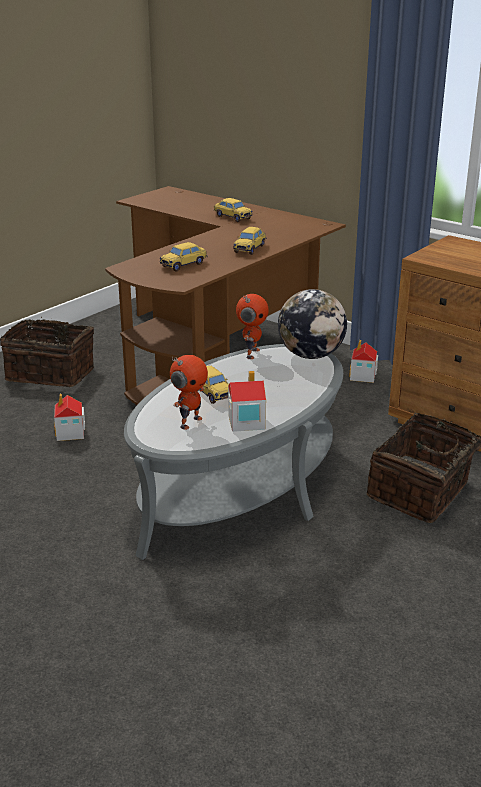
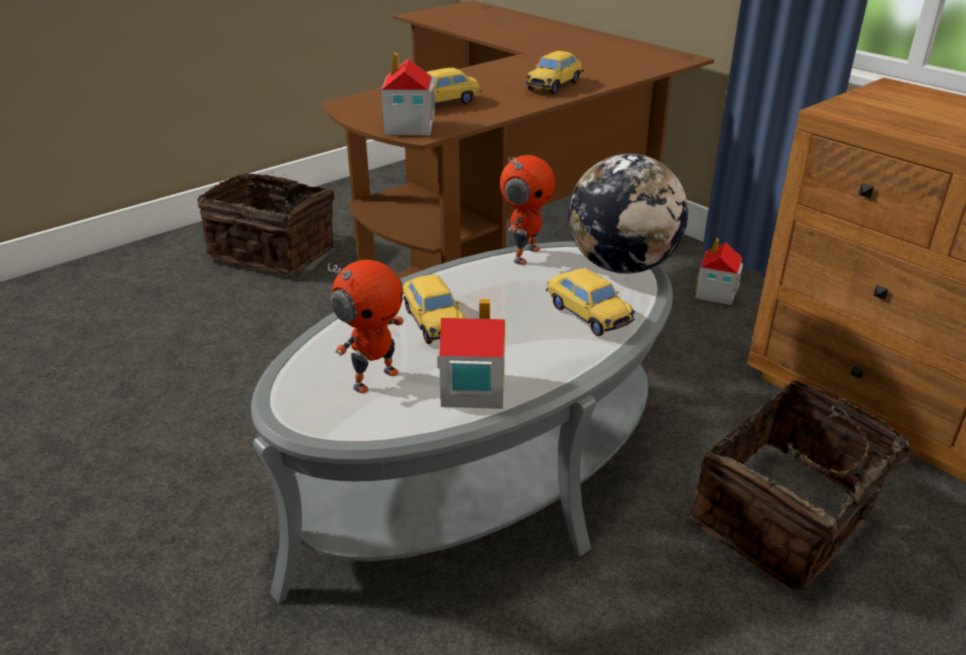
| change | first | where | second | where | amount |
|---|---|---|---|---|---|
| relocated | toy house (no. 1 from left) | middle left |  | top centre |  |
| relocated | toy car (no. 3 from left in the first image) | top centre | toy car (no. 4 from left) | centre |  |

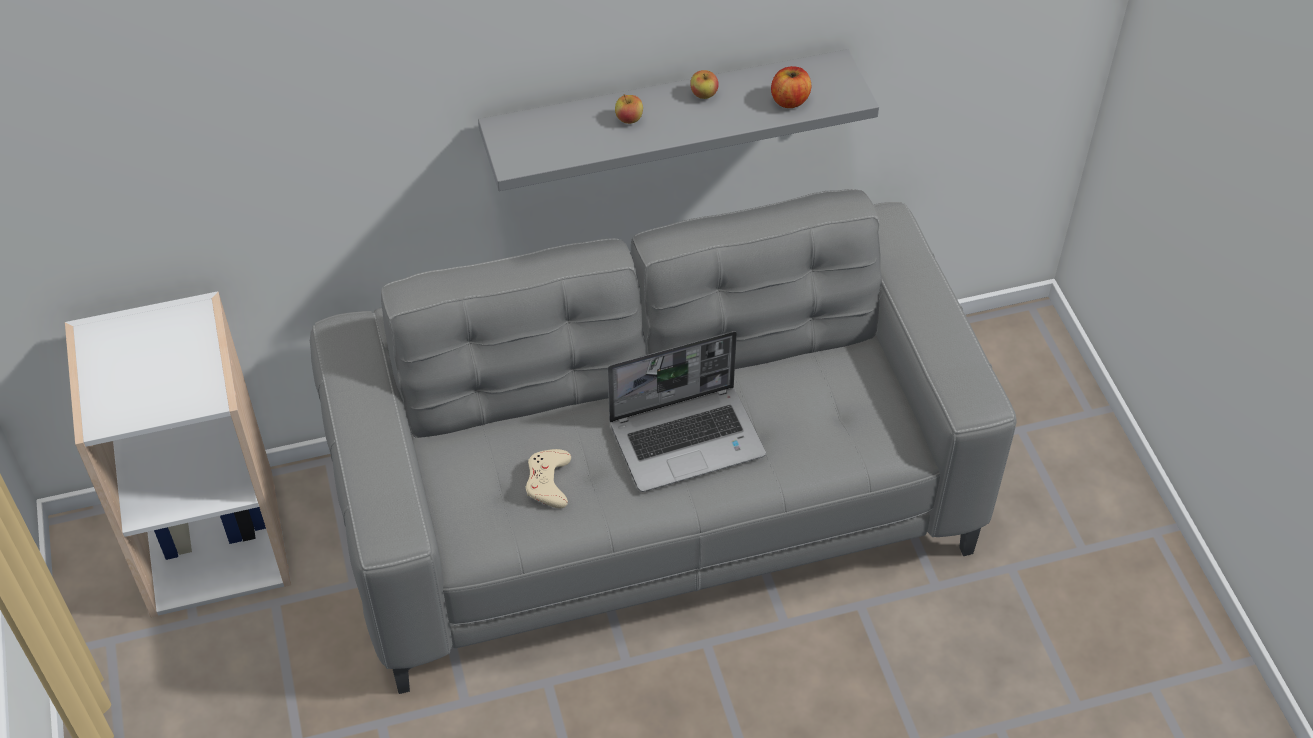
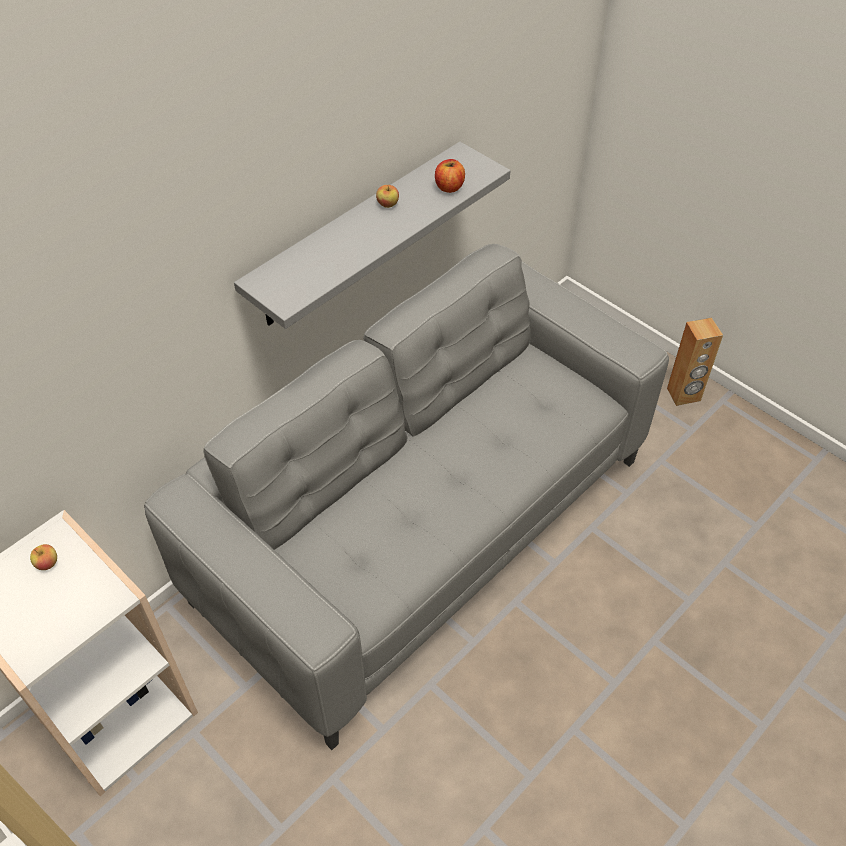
| change | first | where | second | where | amount |
|---|---|---|---|---|---|
| missing | beige game controller | centre |  |  |  |
| missing | laptop | centre |  |  |  |
| relocated | apple (no. 1 from left) | top centre |  | middle left |  |
| appeared |  |  | brown speaker | middle right |  |

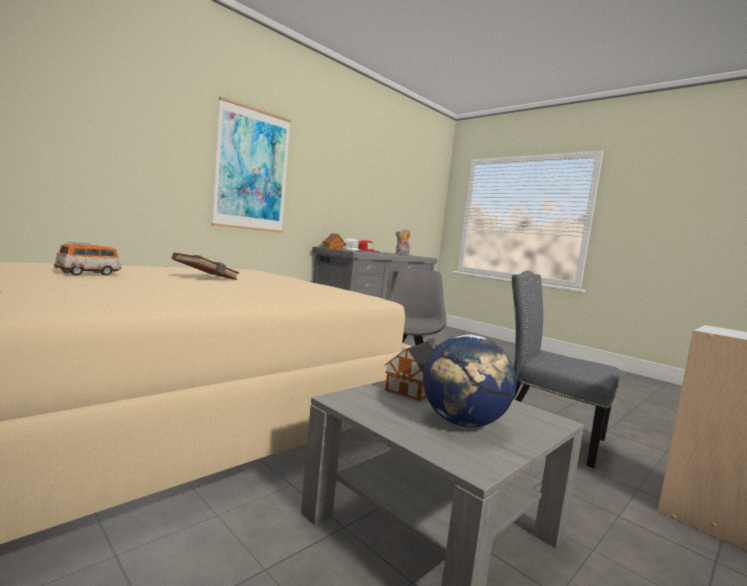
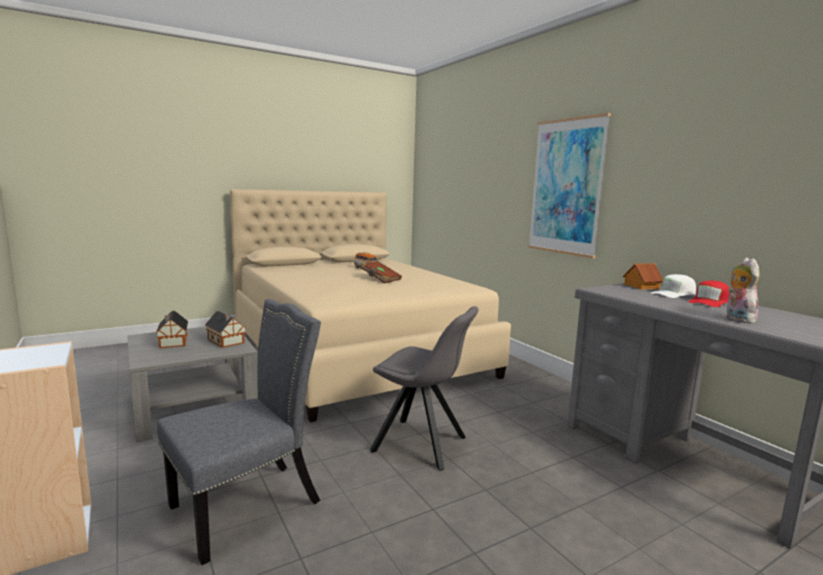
| change | first | where | second | where | amount |
|---|---|---|---|---|---|
| exchanged | globe | centre | toy house (no. 1 from left) | middle left |  |

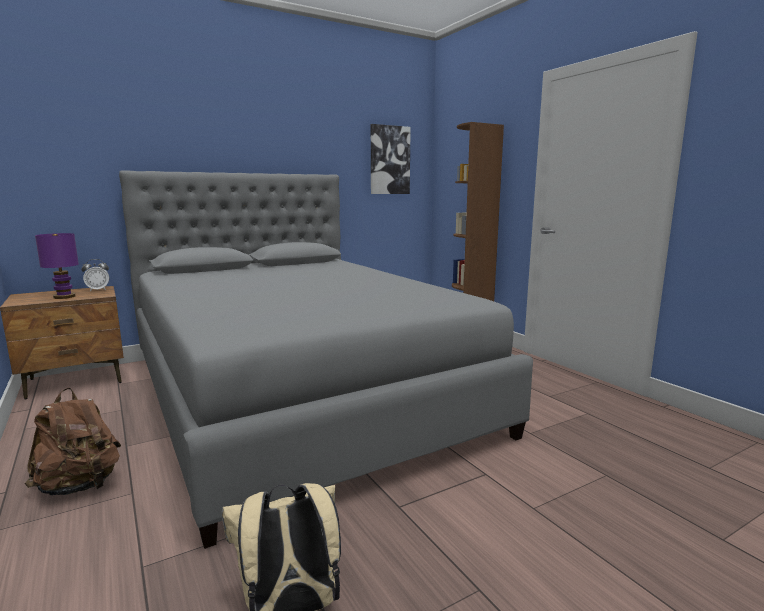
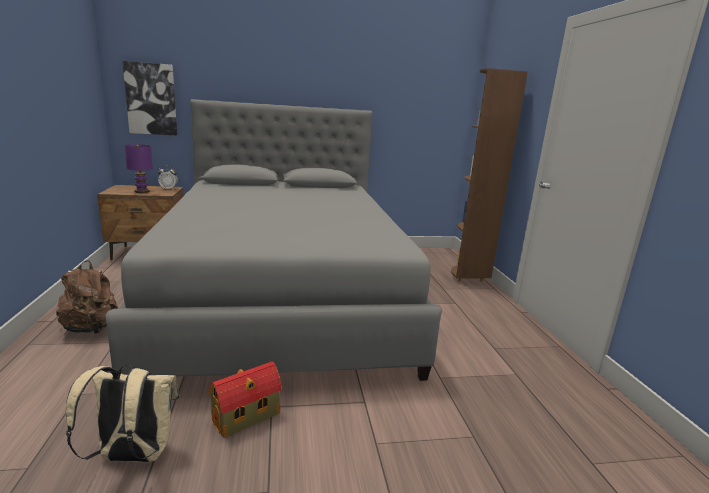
| change | first | where | second | where | amount |
|---|---|---|---|---|---|
| relocated | picture | top centre |  | top left |  |
| appeared |  |  | toy house | bottom centre |  |

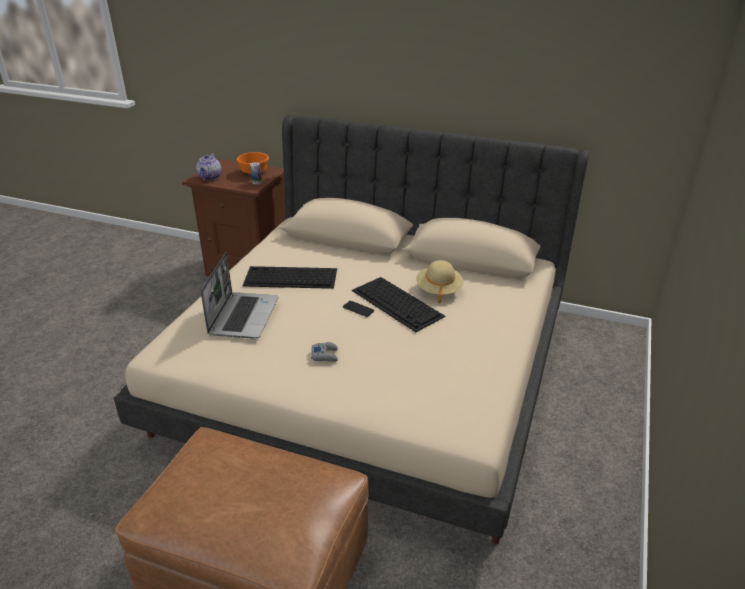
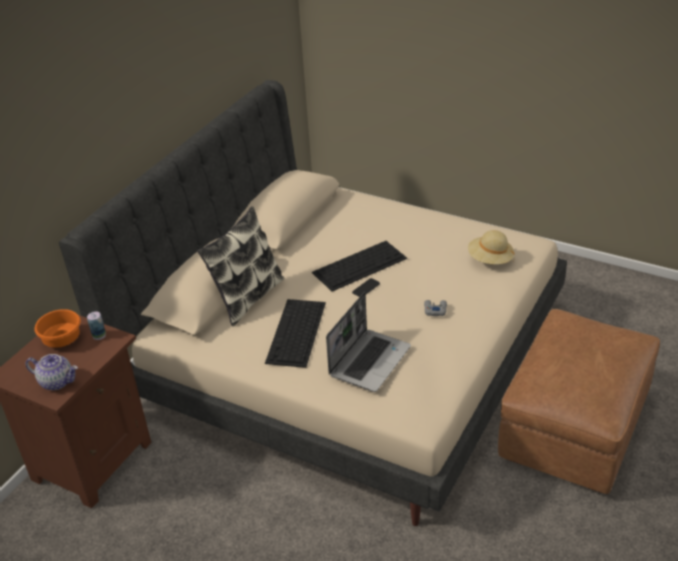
| change | first | where | second | where | amount |
|---|---|---|---|---|---|
| spun | laptop | middle left |  | centre | 105 degrees clockwise |
| relocated | beige hat | centre |  | middle right |  |
| appeared |  |  | pillow | centre |  |

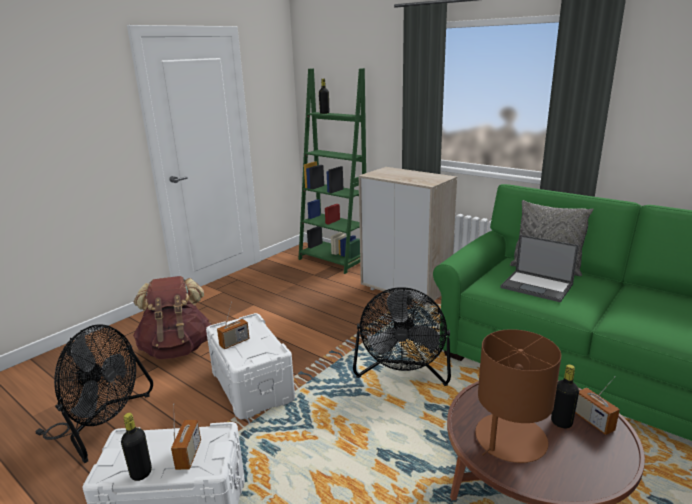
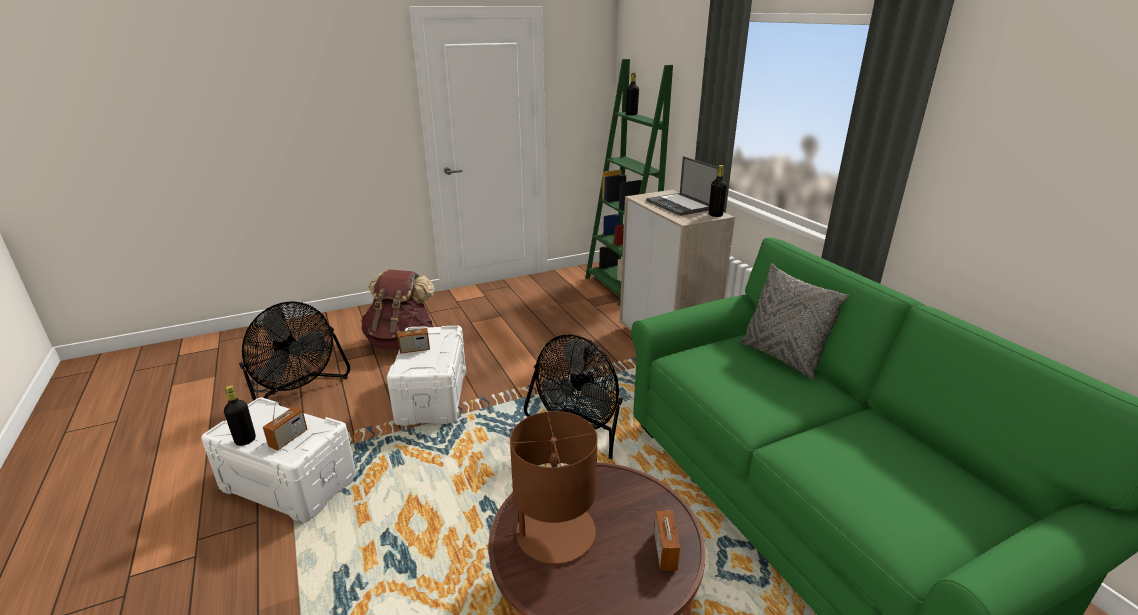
| change | first | where | second | where | amount |
|---|---|---|---|---|---|
| relocated | laptop | middle right |  | top centre |  |
| relocated | black bottle (no. 3 from left) | bottom right |  | top centre |  |

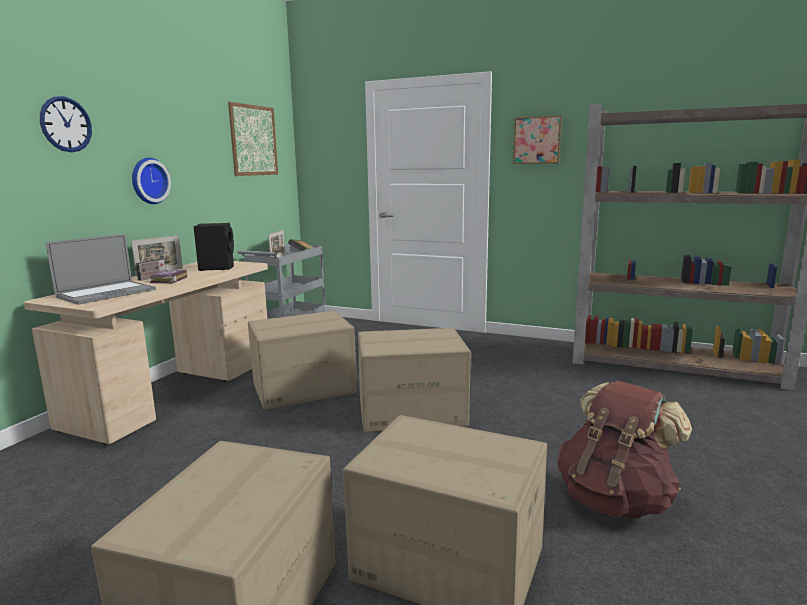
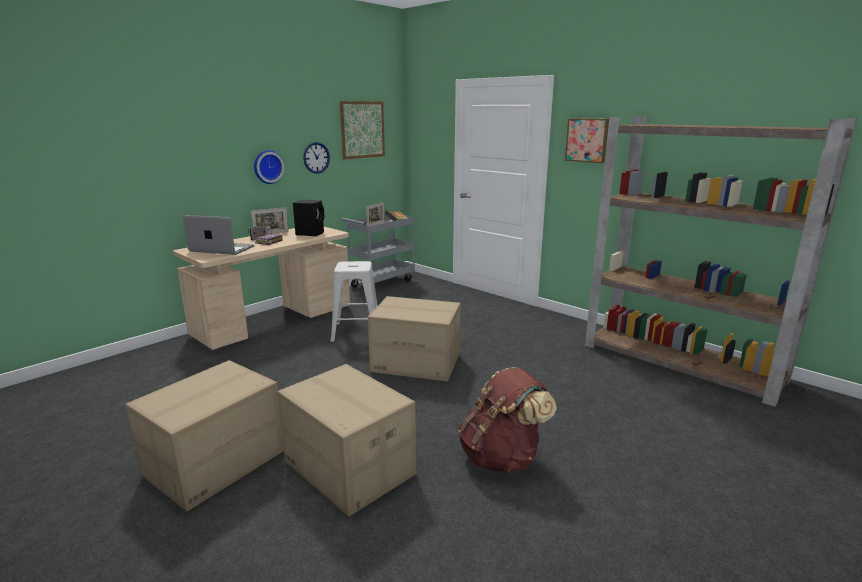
| change | first | where | second | where | amount |
|---|---|---|---|---|---|
| relocated | wall clock (no. 1 from left in the first image) | top left | wall clock (no. 2 from left) | top centre |  |
| spun | laptop | middle left |  | middle left | 135 degrees counterclockwise |
| exchanged | cardboard box (no. 2 from left) | centre | white stool | centre |  |

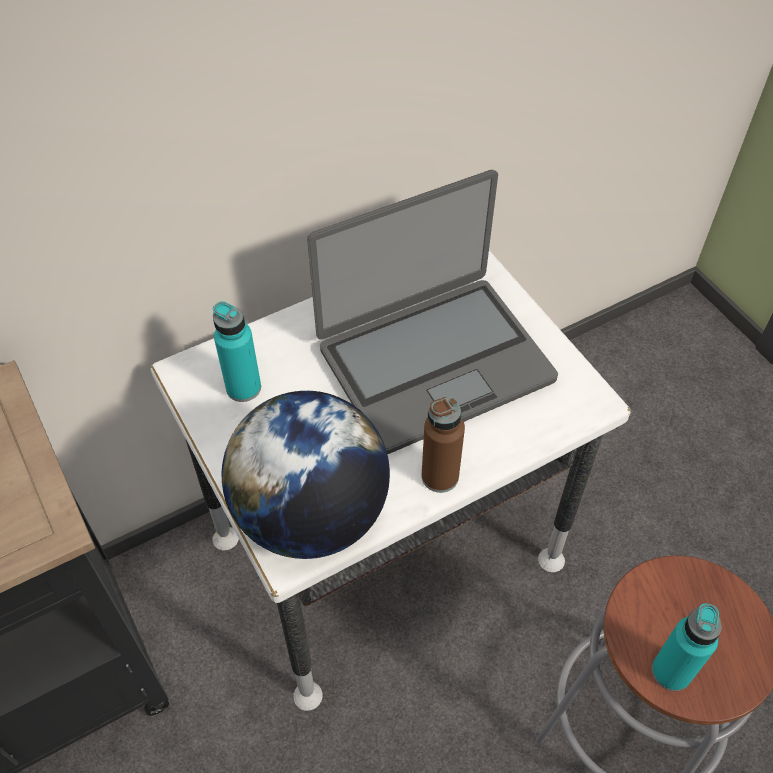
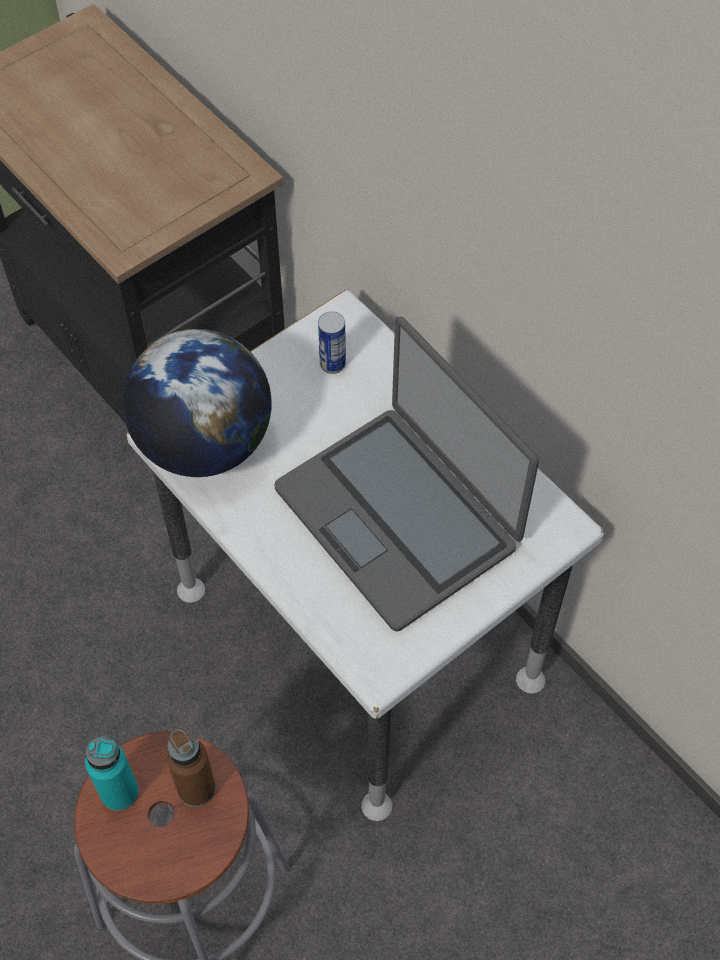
| change | first | where | second | where | amount |
|---|---|---|---|---|---|
| exchanged | turquoise bottle (no. 1 from left) | middle left | can | centre |  |
| relocated | brown bottle | centre |  | bottom left |  |

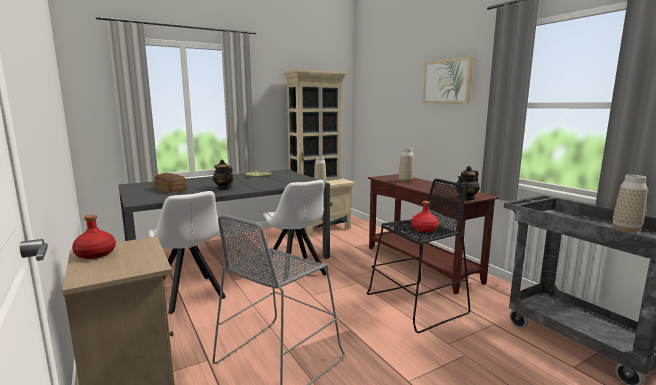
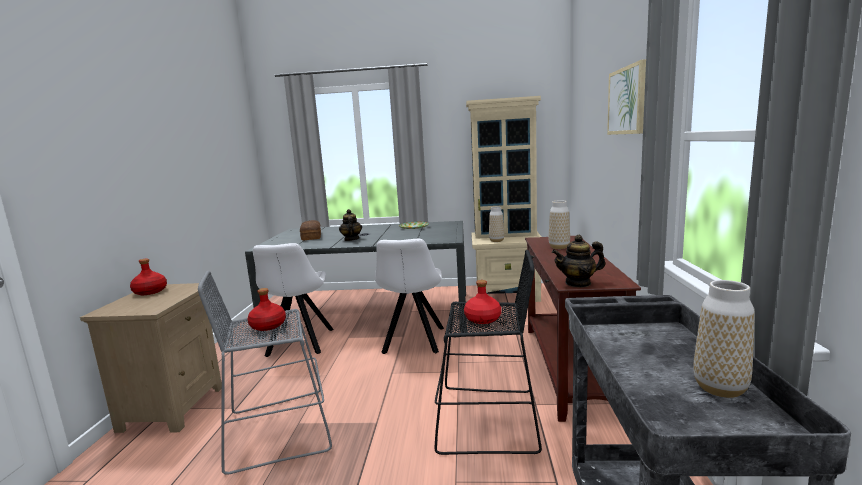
| change | first | where | second | where | amount |
|---|---|---|---|---|---|
| appeared |  |  | red bottle (no. 2 from left) | middle left |  |

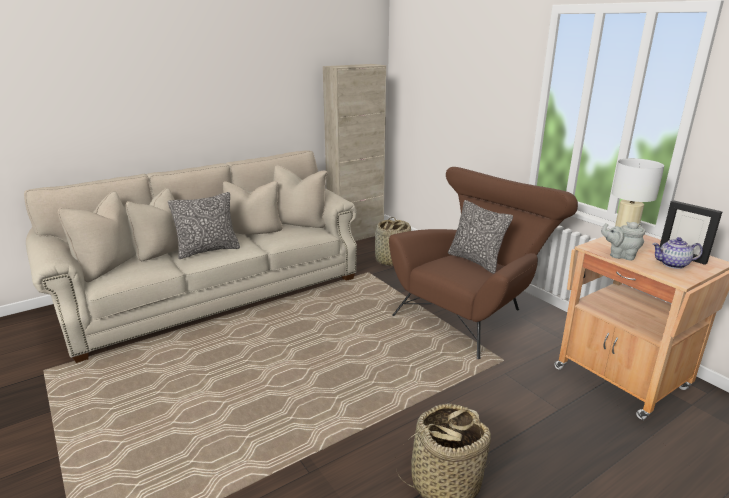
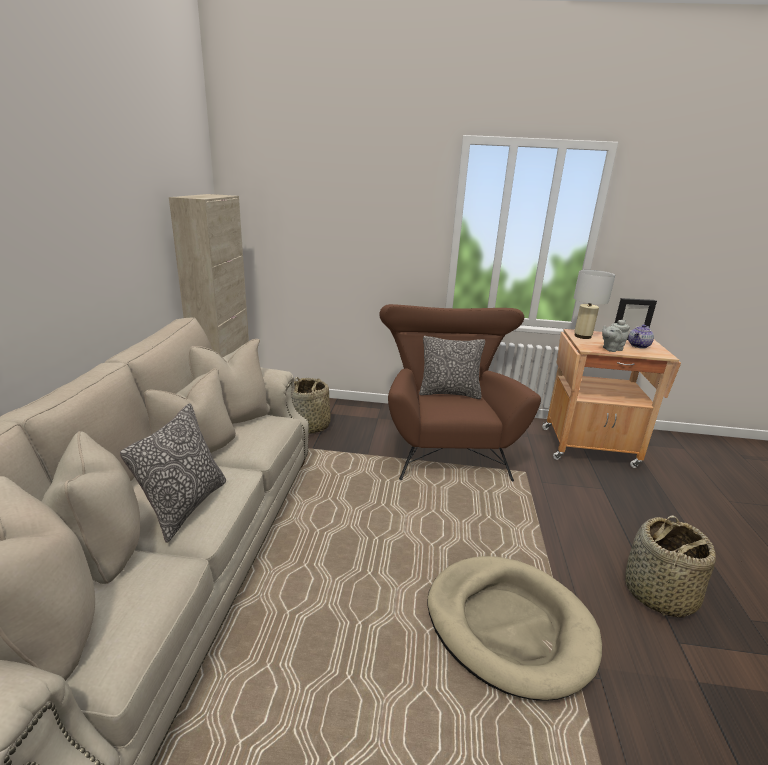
| change | first | where | second | where | amount |
|---|---|---|---|---|---|
| appeared |  |  | beige dog bed | bottom right |  |

